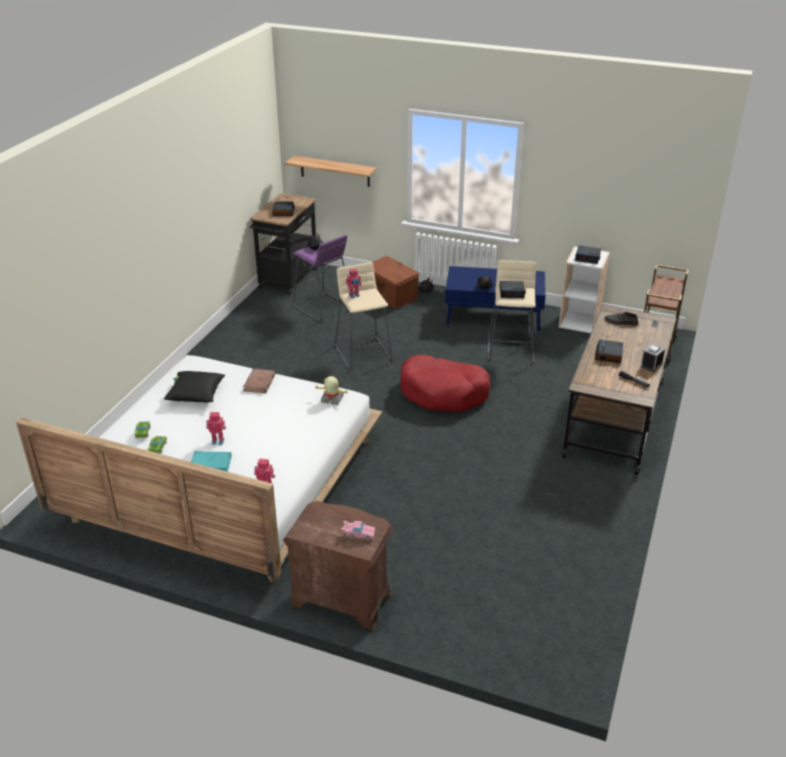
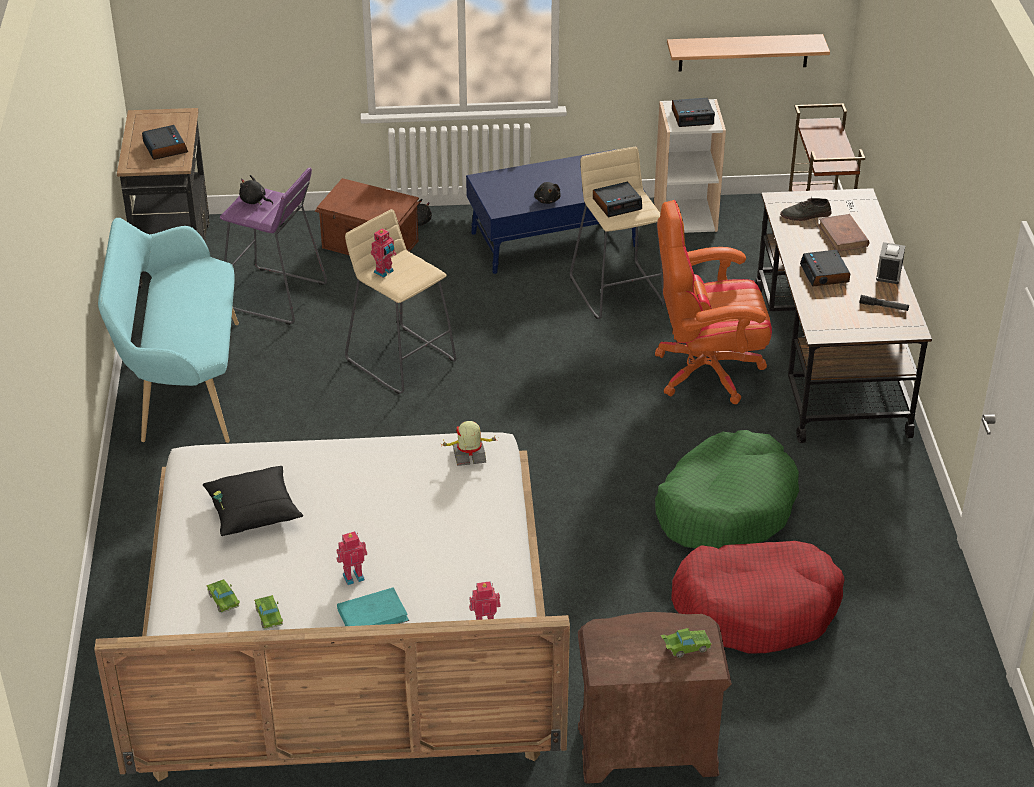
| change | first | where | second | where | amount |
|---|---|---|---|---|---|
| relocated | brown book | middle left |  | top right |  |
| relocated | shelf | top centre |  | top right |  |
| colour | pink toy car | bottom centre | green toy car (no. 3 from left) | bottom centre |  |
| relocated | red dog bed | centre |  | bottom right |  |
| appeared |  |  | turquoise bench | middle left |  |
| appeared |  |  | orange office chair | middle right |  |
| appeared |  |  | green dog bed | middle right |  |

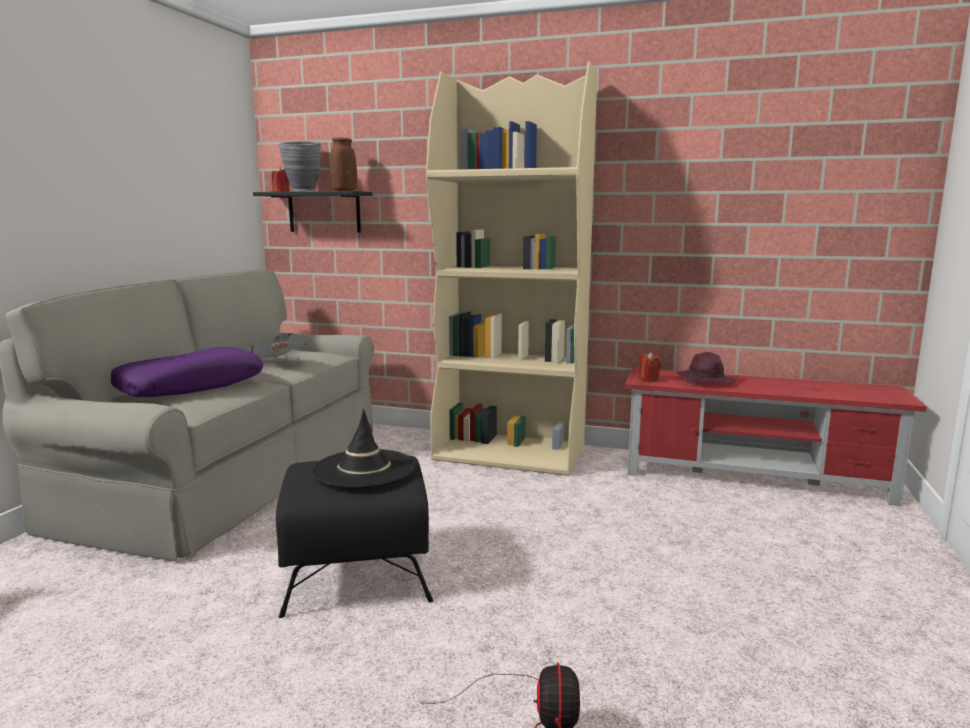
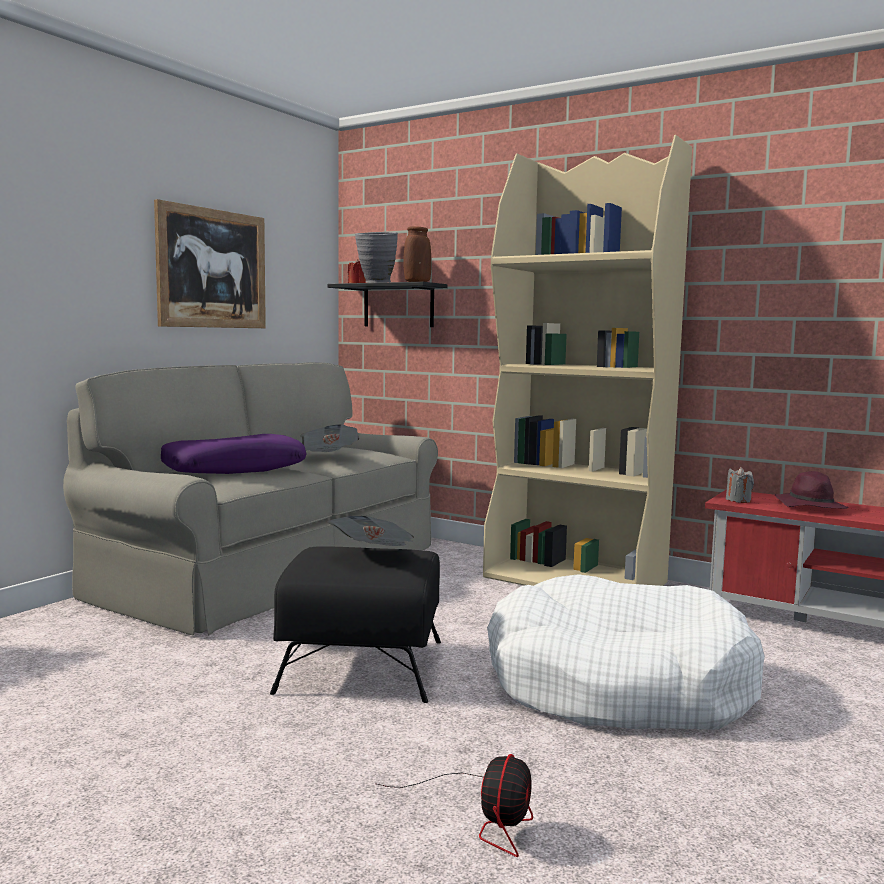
| change | first | where | second | where | amount |
|---|---|---|---|---|---|
| exchanged | black hat | centre | newspaper (no. 2 from left) | centre |  |
| colour | red candle (no. 2 from left) | middle right | grey candle | middle right |  |
| appeared |  |  | picture | top left |  |
| appeared |  |  | white dog bed | bottom right |  |

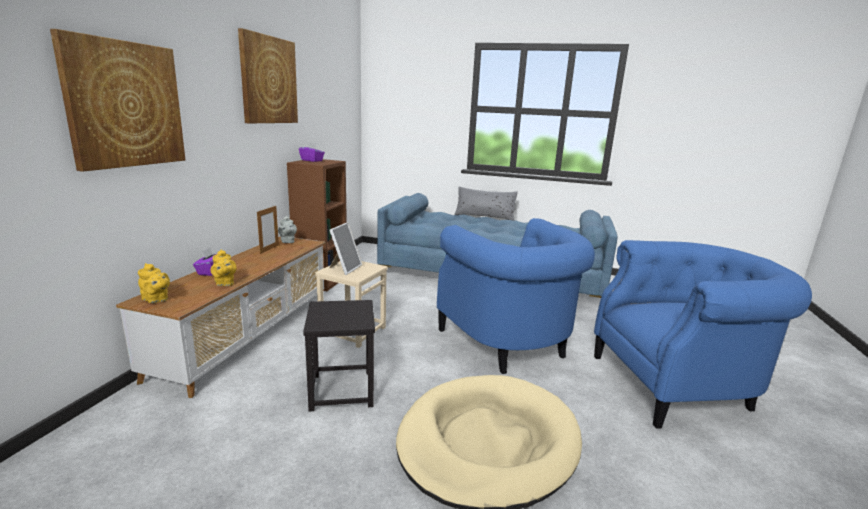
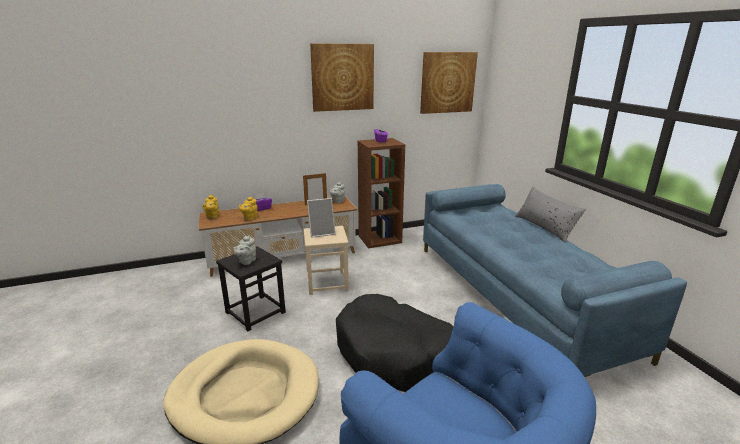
| change | first | where | second | where | amount |
|---|---|---|---|---|---|
| relocated | picture (no. 1 from left in the first image) | top left | picture (no. 2 from left) | top centre |  |
| exchanged | blue armchair (no. 1 from left) | centre | black dog bed | bottom centre |  |
| appeared |  |  | grey teapot (no. 1 from left) | middle left |  |

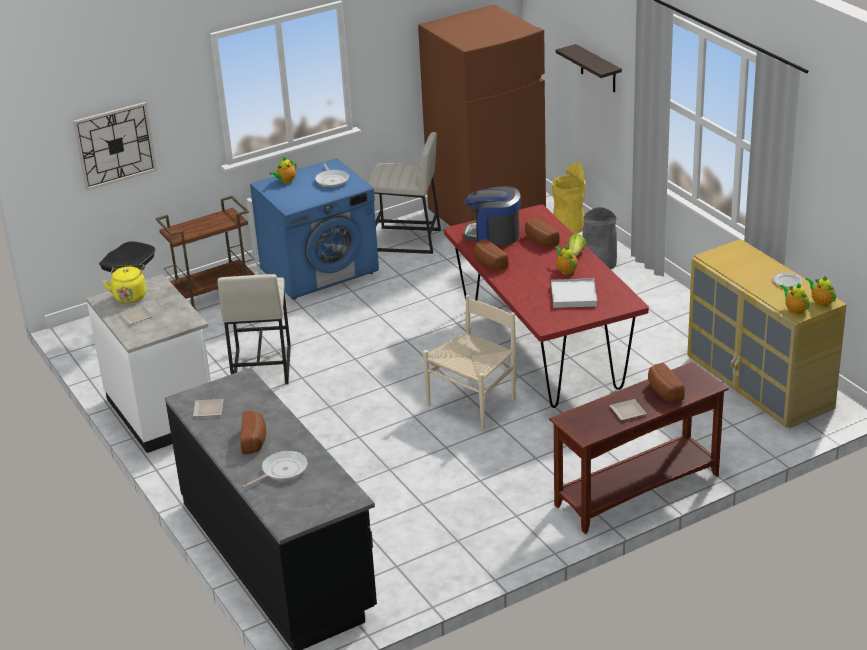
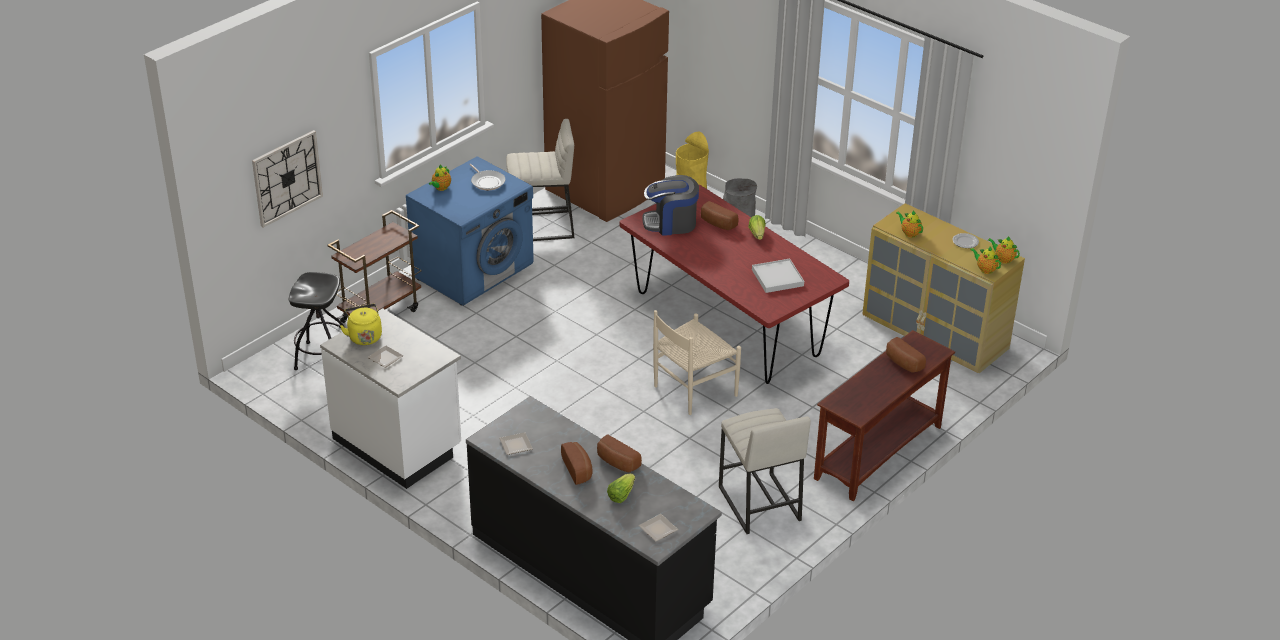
| change | first | where | second | where | amount |
|---|---|---|---|---|---|
| relocated | beige stool (no. 1 from left in the first image) | middle left | beige stool (no. 2 from left) | bottom centre |  |
| exchanged | frying pan (no. 1 from left) | bottom left | lettuce (no. 1 from left) | bottom centre |  |
| spun | beige chair | centre |  | centre | 150 degrees counterclockwise |
| relocated | bread (no. 2 from left) | centre |  | bottom centre |  |
| missing | shelf | top right |  |  |  |
| relocated | teapot (no. 2 from left) | centre |  | middle right |  |
| relocated | plate (no. 3 from left) | middle right |  | bottom centre |  |

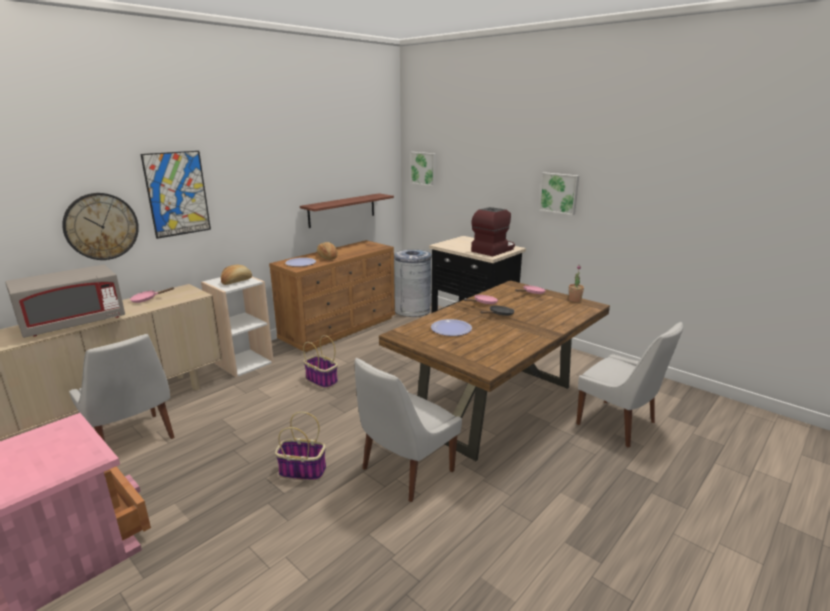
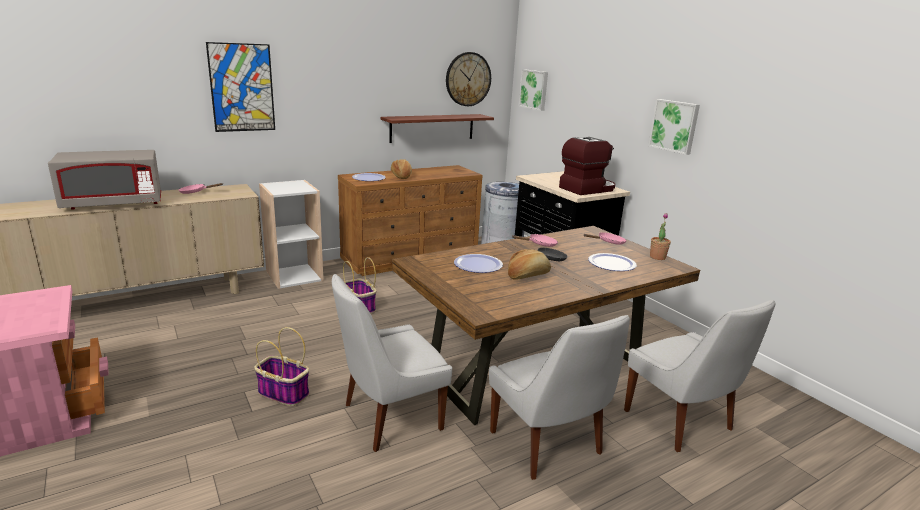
| change | first | where | second | where | amount |
|---|---|---|---|---|---|
| relocated | wall clock | middle left |  | top centre |  |
| relocated | white chair (no. 1 from left in the first image) | middle left | white chair (no. 2 from left) | bottom centre |  |
| relocated | bread (no. 1 from left in the first image) | middle left | bread (no. 2 from left) | centre |  |
| appeared |  |  | plate (no. 3 from left) | centre |  |

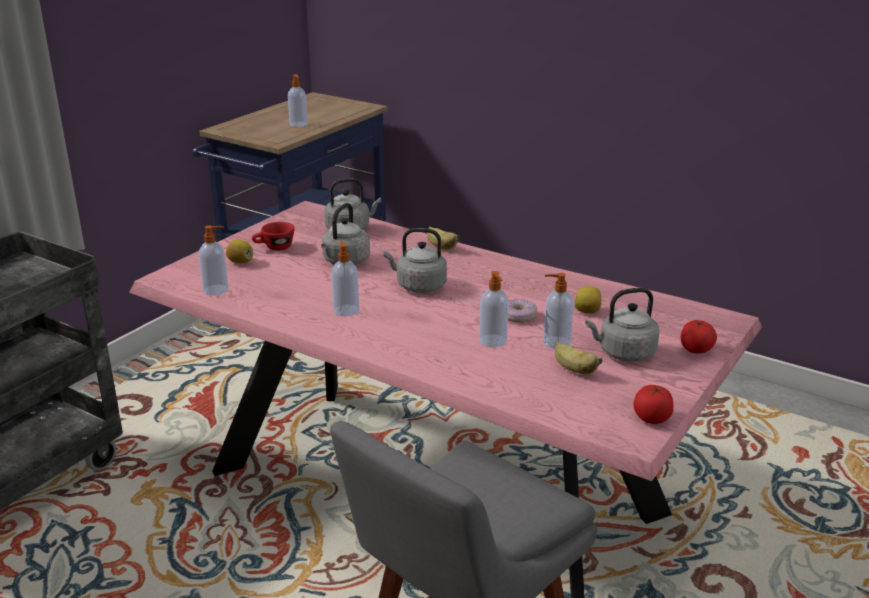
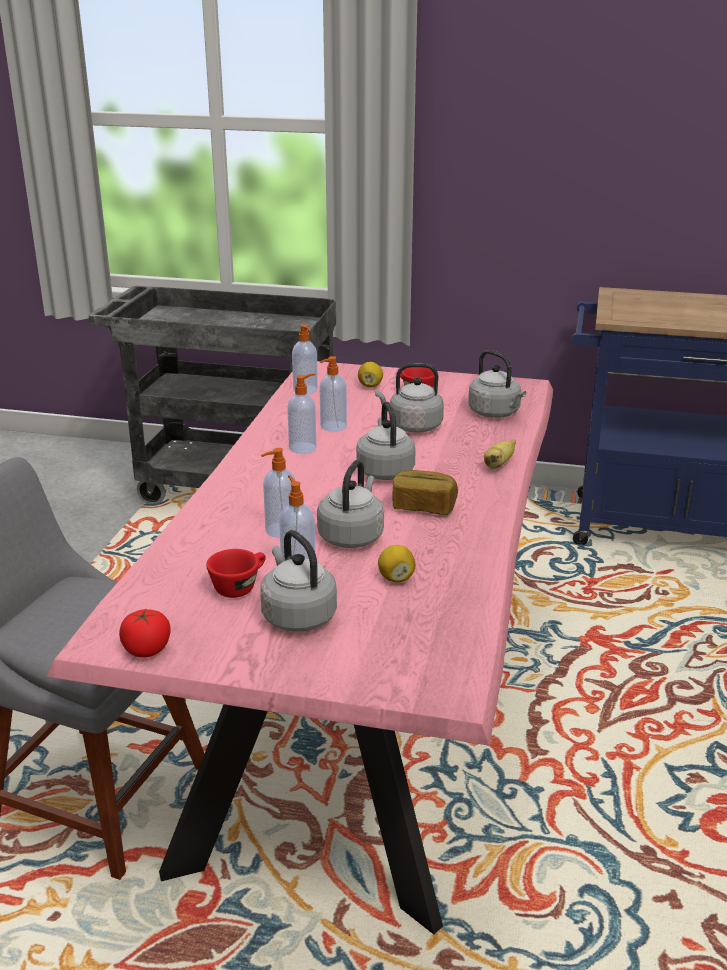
| change | first | where | second | where | amount |
|---|---|---|---|---|---|
| relocated | soap dispenser (no. 2 from left in the first image) | top centre | soap dispenser (no. 5 from left) | centre |  |
| exchanged | donut | centre | grey kettle (no. 2 from left) | centre |  |
| exchanged | banana (no. 2 from left) | centre | red cup (no. 1 from left) | middle left |  |
| missing | tomato (no. 2 from left) | middle right |  |  |  |
| appeared |  |  | bread | centre |  |

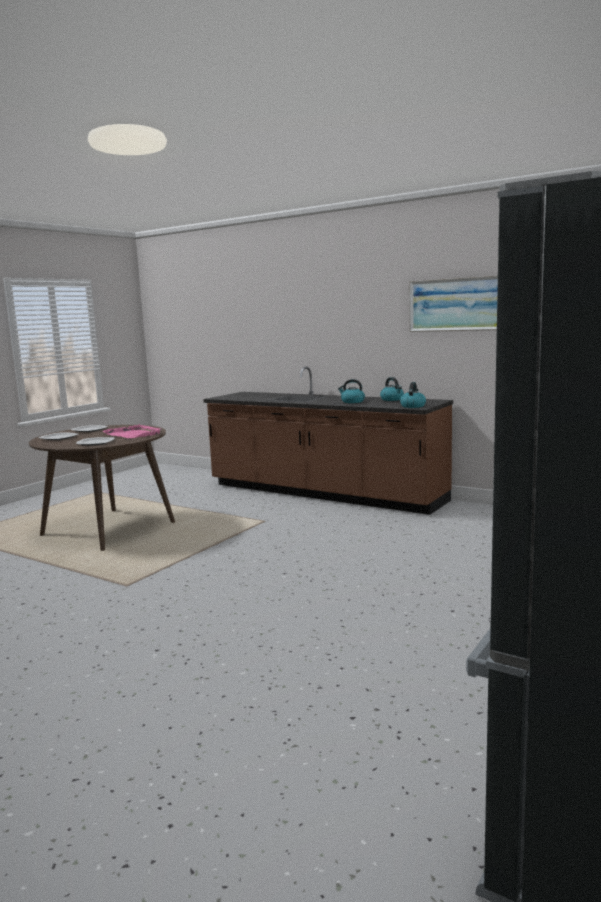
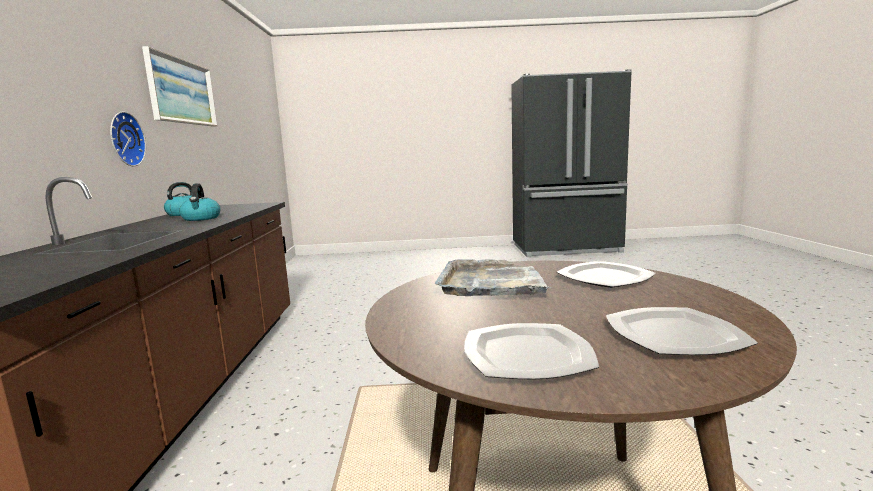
| change | first | where | second | where | amount |
|---|---|---|---|---|---|
| colour | pink tray | middle left | grey tray | centre |  |
| missing | kettle (no. 3 from left) | middle right |  |  |  |
| appeared |  |  | wall clock | top left |  |

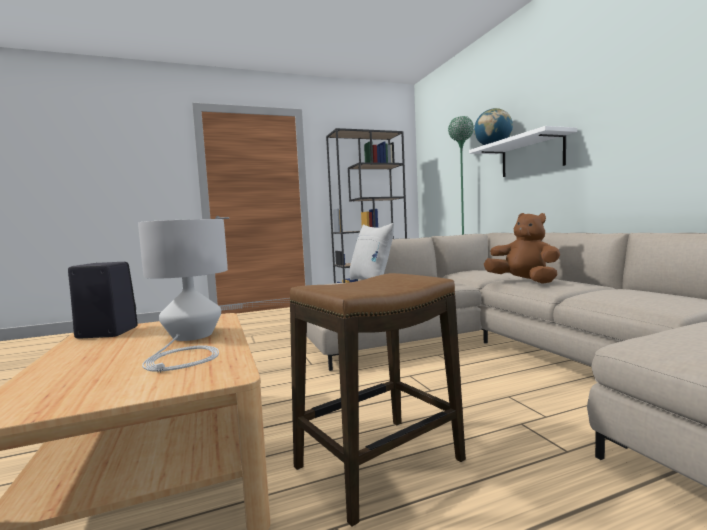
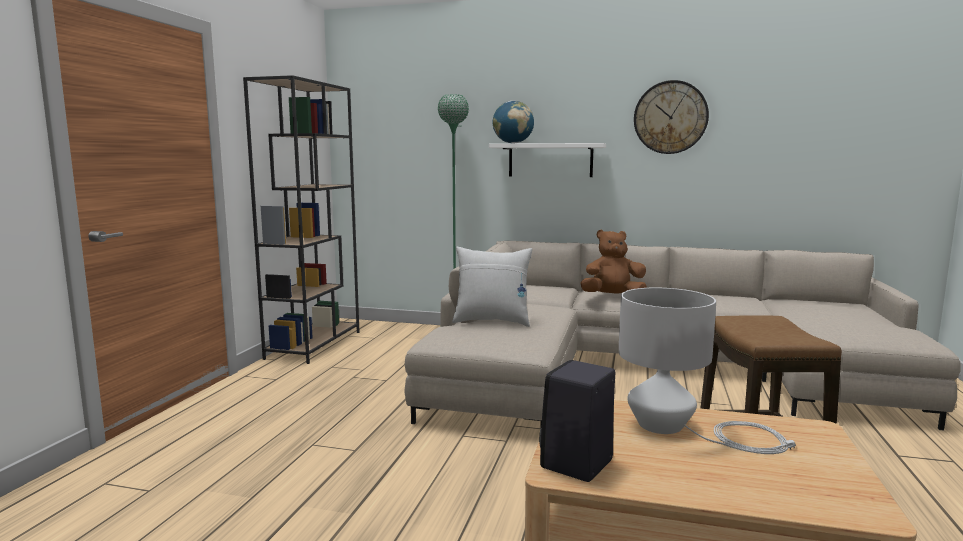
| change | first | where | second | where | amount |
|---|---|---|---|---|---|
| appeared |  |  | wall clock | top right |  |

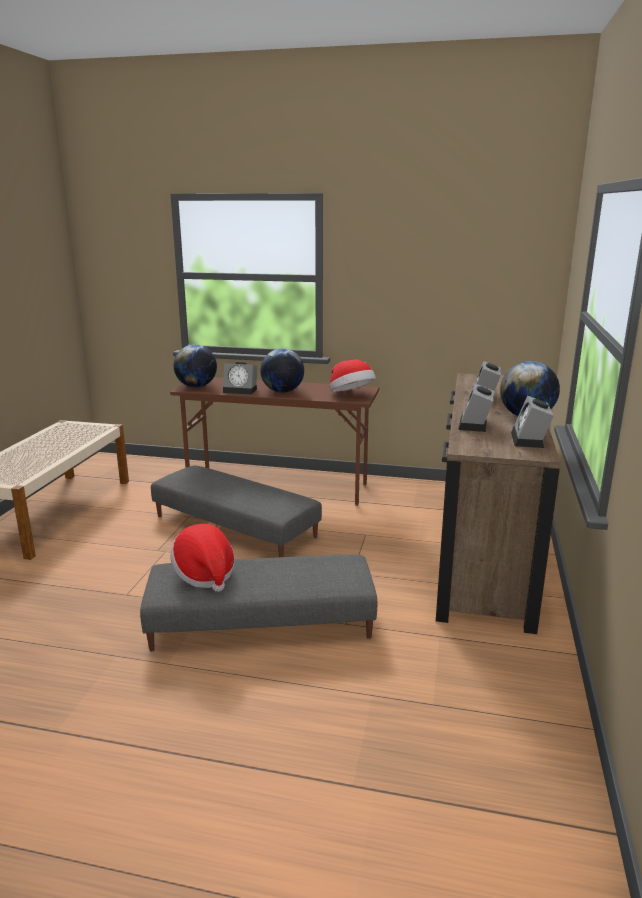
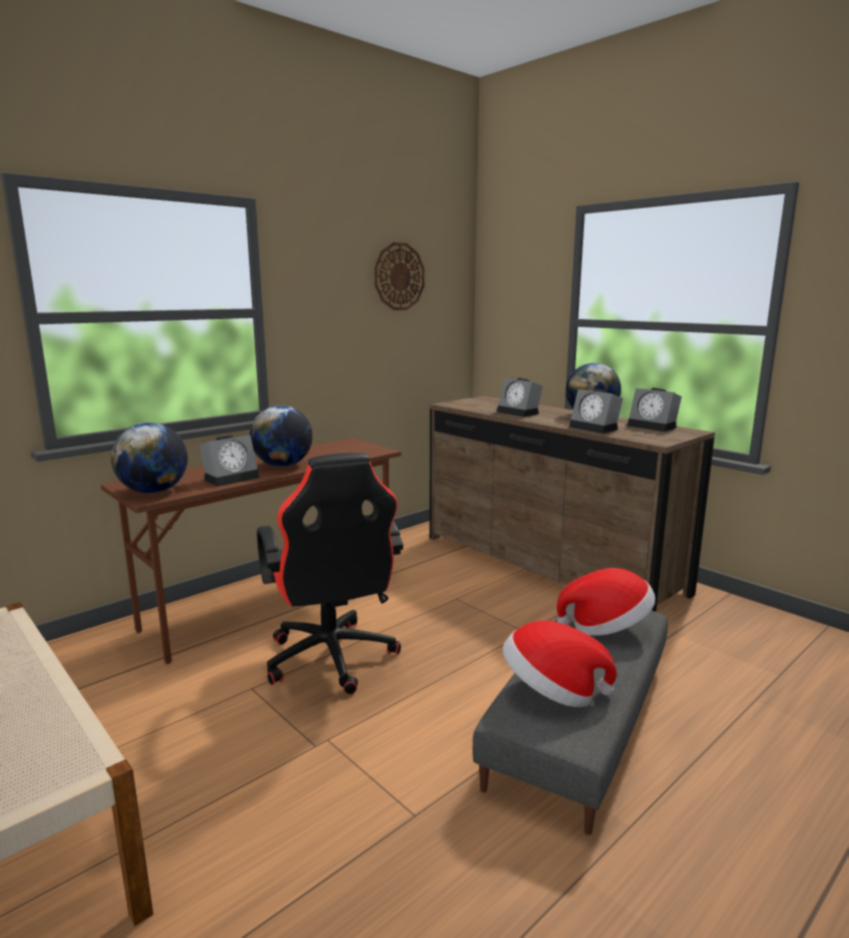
| change | first | where | second | where | amount |
|---|---|---|---|---|---|
| exchanged | grey ottoman (no. 1 from left) | centre | black office chair | centre |  |
| relocated | hat (no. 2 from left) | centre |  | middle right |  |
| appeared |  |  | wall clock | top centre |  |

